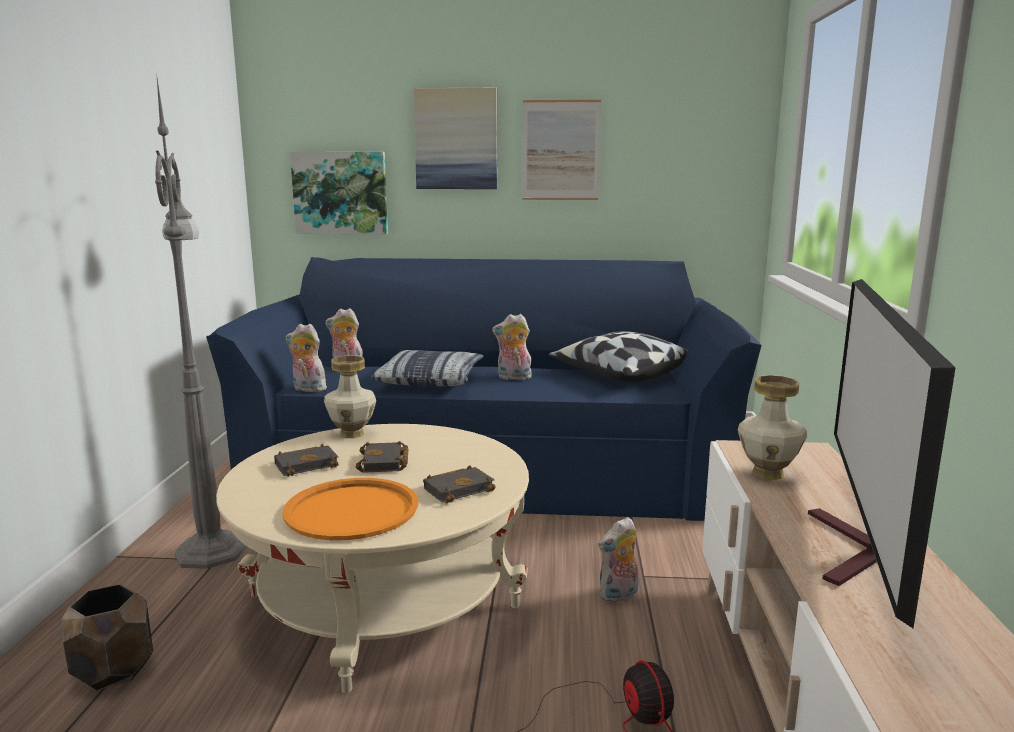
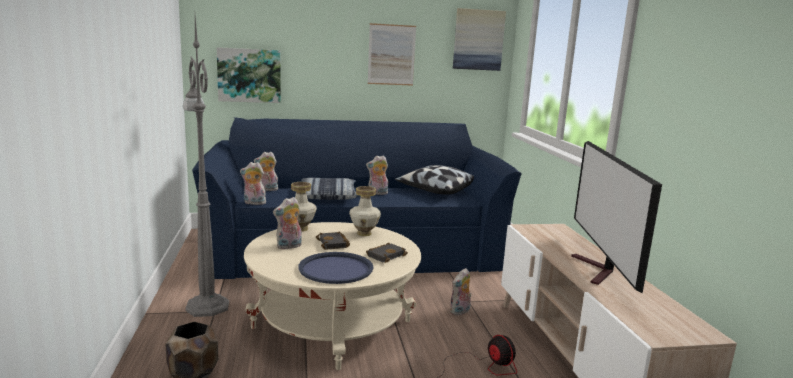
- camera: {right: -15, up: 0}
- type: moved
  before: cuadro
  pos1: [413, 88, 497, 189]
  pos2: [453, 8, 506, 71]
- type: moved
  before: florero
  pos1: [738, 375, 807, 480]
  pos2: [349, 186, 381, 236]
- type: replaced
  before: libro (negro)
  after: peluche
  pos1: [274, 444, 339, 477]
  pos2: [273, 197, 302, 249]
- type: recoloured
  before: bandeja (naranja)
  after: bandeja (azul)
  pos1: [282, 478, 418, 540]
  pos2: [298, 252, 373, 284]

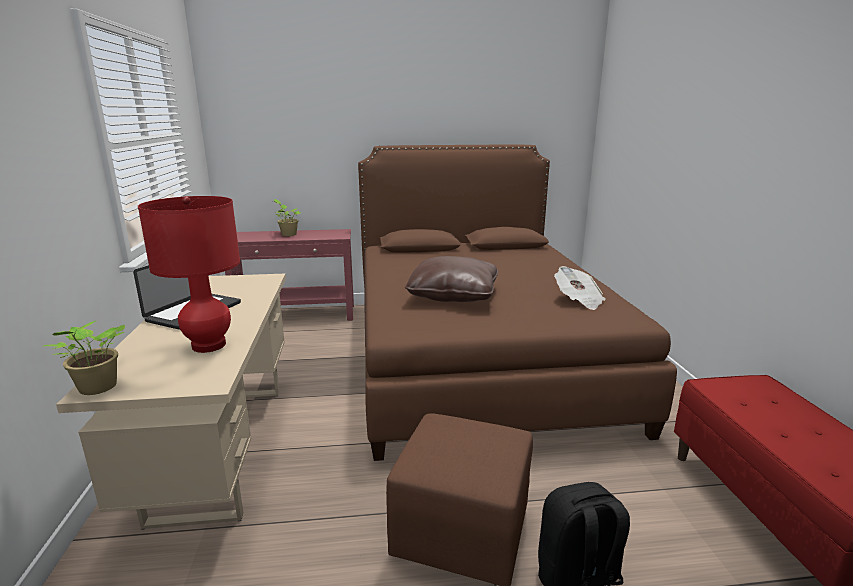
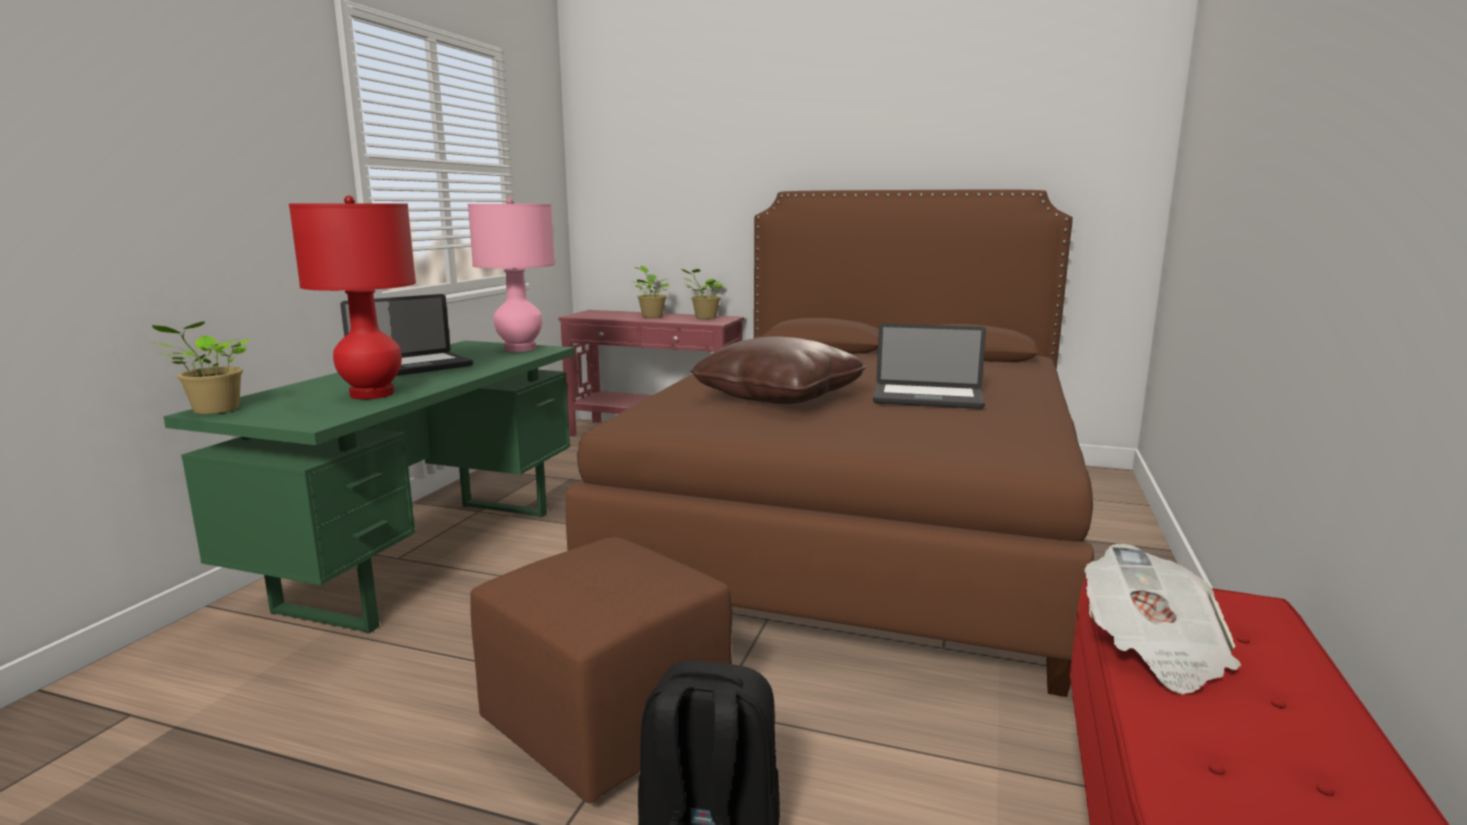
- camera: {right: 25, up: -5}
- type: added
  after: lámpara de mesa (rosa)
  pos2: [468, 198, 555, 352]
- type: added
  after: planta en maceta
  pos2: [682, 269, 723, 319]
- type: added
  after: portátil
  pos2: [873, 324, 986, 409]
- type: moved
  before: periódico
  pos1: [554, 266, 606, 310]
  pos2: [1084, 544, 1241, 695]
- type: recoloured
  before: escritorio (beis)
  after: escritorio (verde)
  pos1: [56, 274, 286, 530]
  pos2: [163, 341, 574, 634]

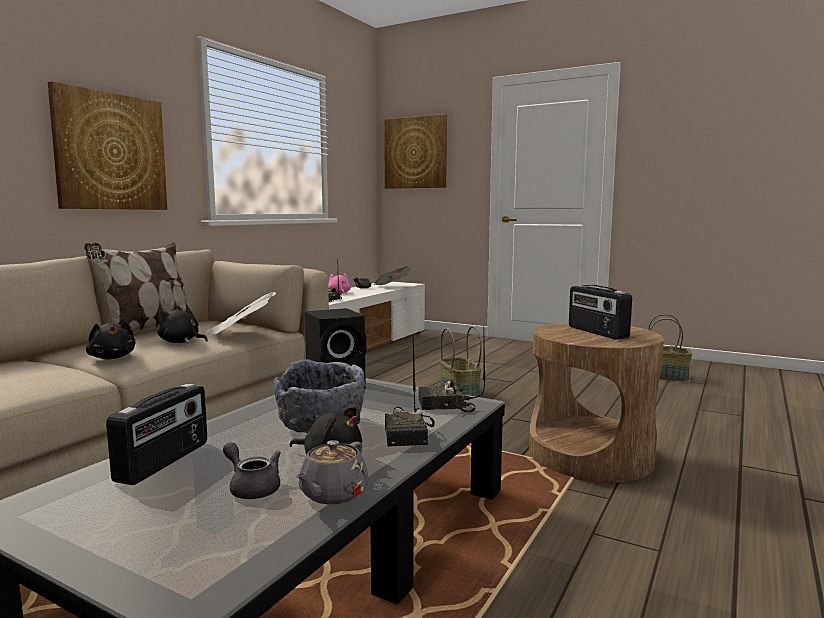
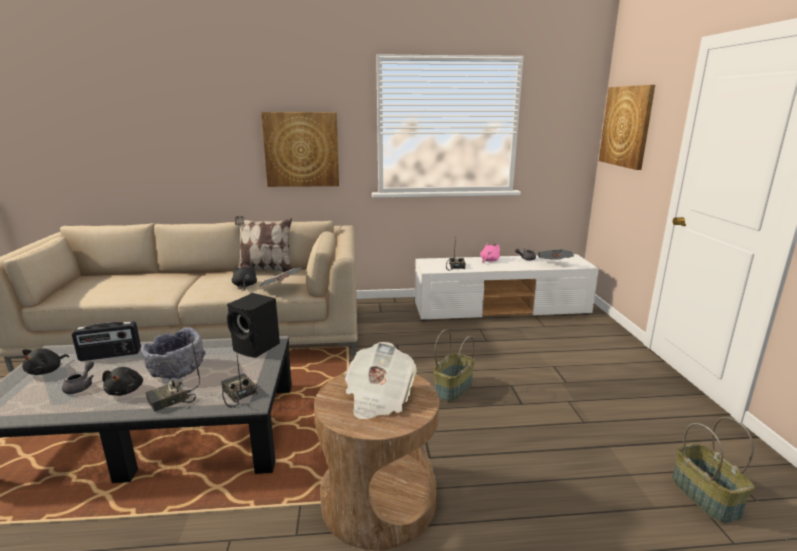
- camera: {right: 55, up: 10}
- type: removed
  before: tetera (gris)
  pos1: [296, 440, 369, 505]
- type: moved
  before: peluche (negro)
  pos1: [86, 322, 135, 359]
  pos2: [22, 348, 69, 375]
- type: replaced
  before: radio
  after: periódico
  pos1: [569, 285, 632, 340]
  pos2: [344, 342, 417, 419]

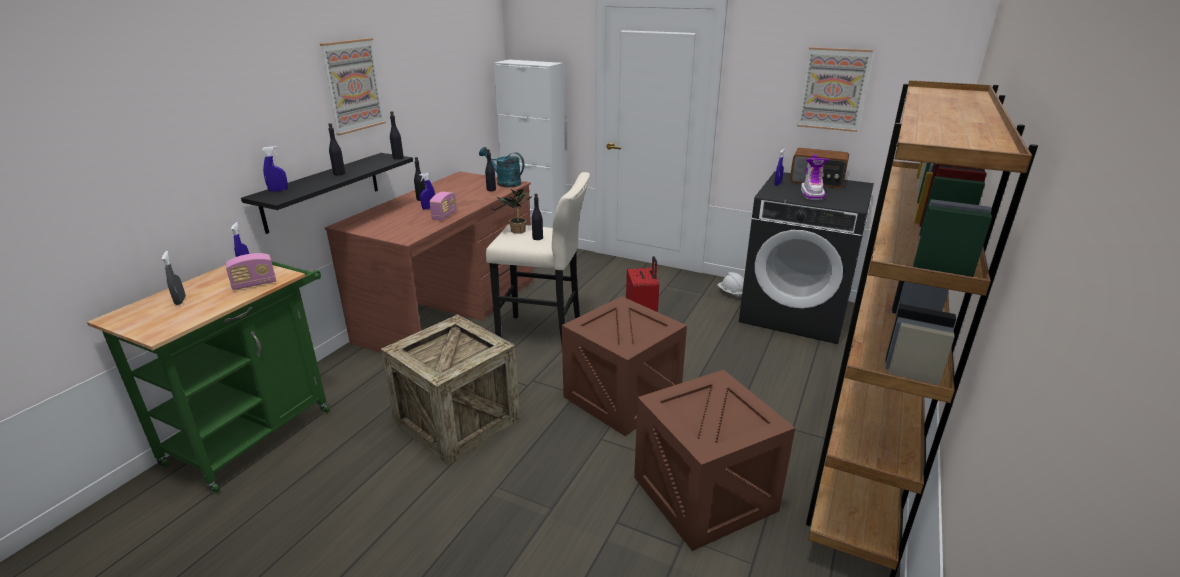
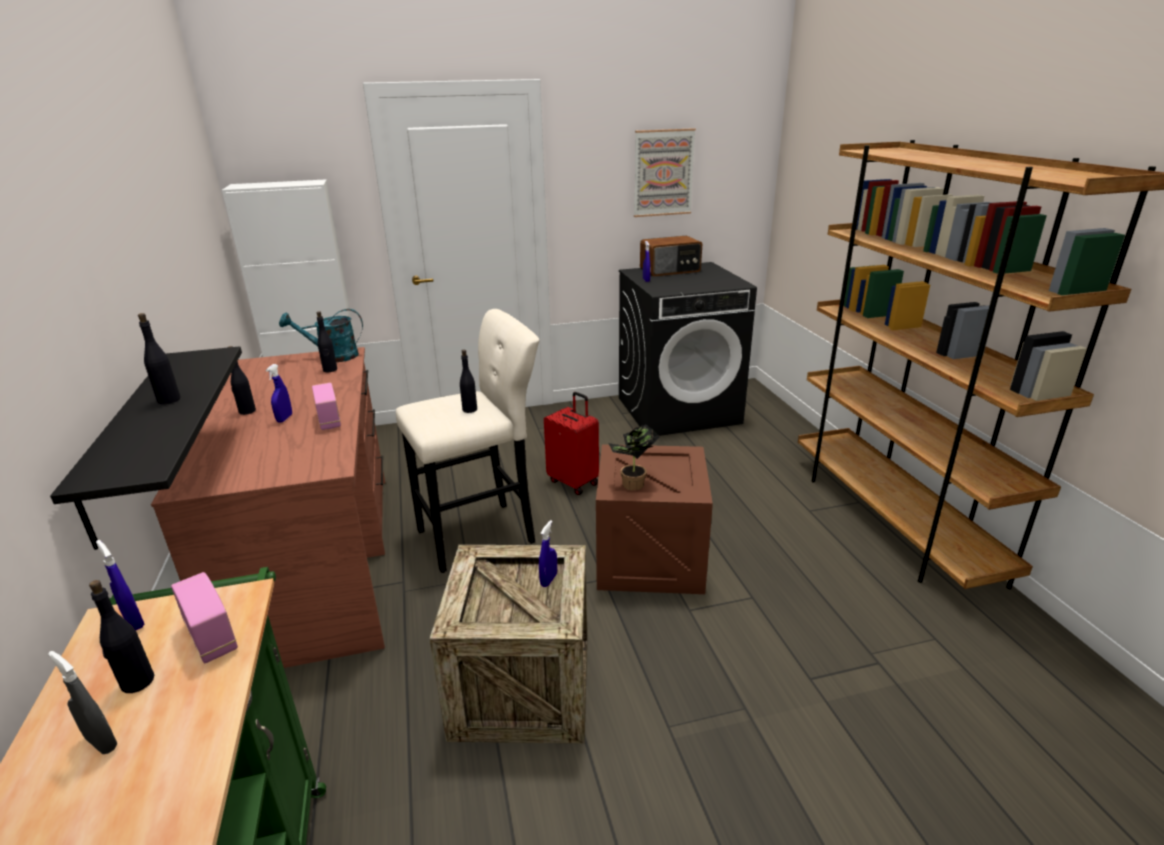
- camera: {right: -40, up: 0}
- type: removed
  before: cuadro
  pos1: [320, 38, 386, 135]
- type: removed
  before: caja de embalaje
  pos1: [634, 370, 795, 551]
- type: removed
  before: casco (blanco)
  pos1: [717, 272, 744, 298]
- type: removed
  before: bota
  pos1: [801, 154, 829, 200]
- type: moved
  before: pulverizador (azul)
  pos1: [262, 146, 288, 192]
  pos2: [539, 520, 557, 587]
- type: moved
  before: botella (negro)
  pos1: [390, 111, 404, 160]
  pos2: [89, 580, 154, 693]
- type: moved
  before: planta en maceta
  pos1: [496, 189, 532, 234]
  pos2: [608, 424, 659, 491]
- type: turned
  before: radio
  pos1: [226, 253, 276, 290]
  pos2: [171, 572, 238, 663]
  turn: -60

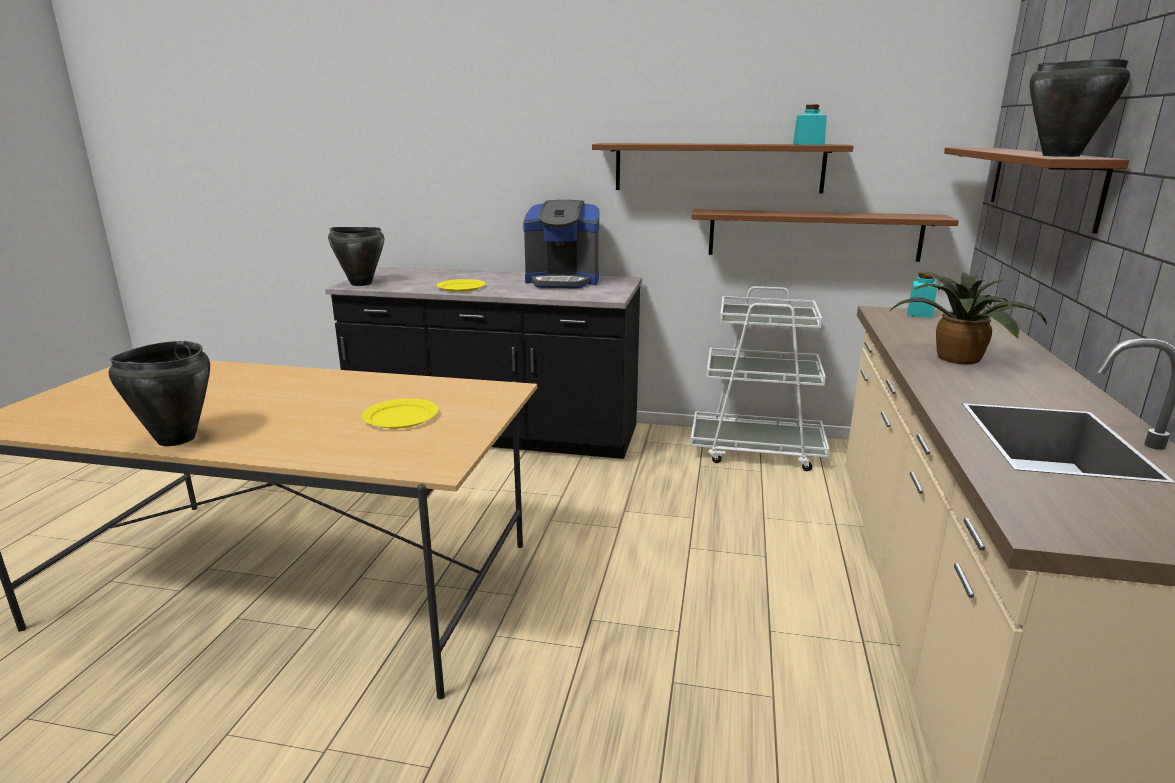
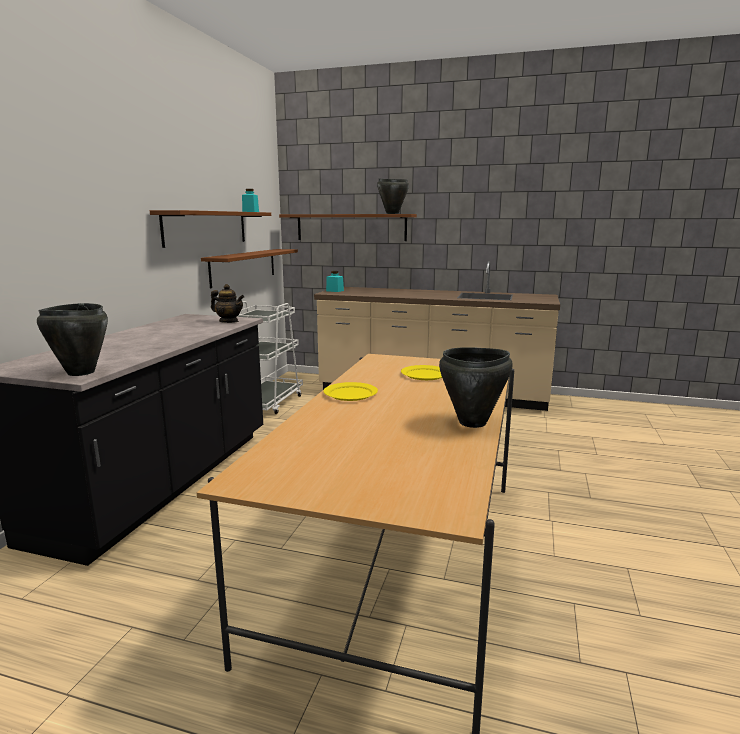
- camera: {right: -85, up: -5}
- type: removed
  before: cafetera
  pos1: [523, 200, 599, 288]
- type: removed
  before: planta en maceta
  pos1: [888, 273, 1047, 364]
- type: added
  after: tetera
  pos2: [211, 284, 244, 323]
- type: moved
  before: plato (amarillo)
  pos1: [436, 279, 486, 292]
  pos2: [324, 382, 378, 401]

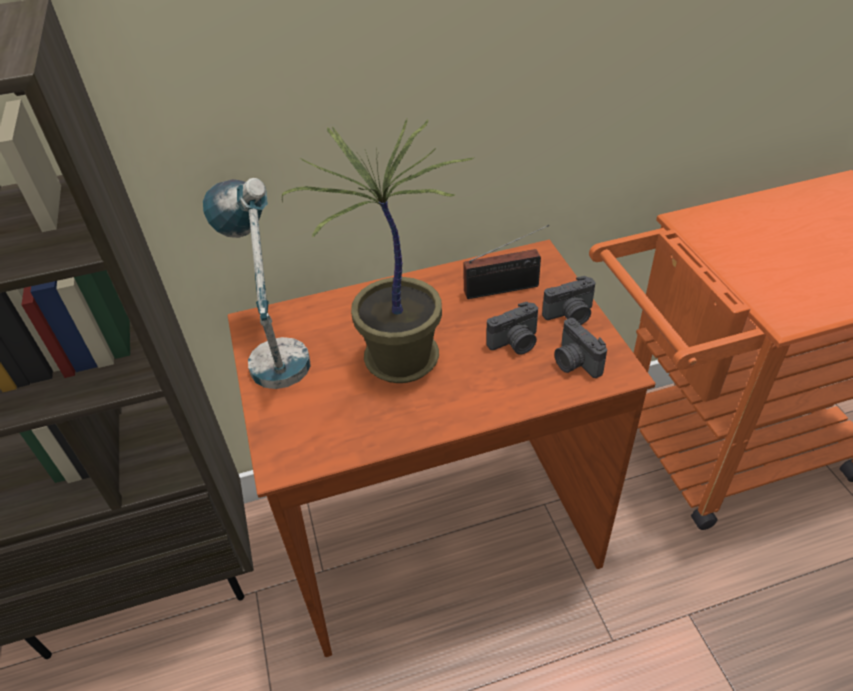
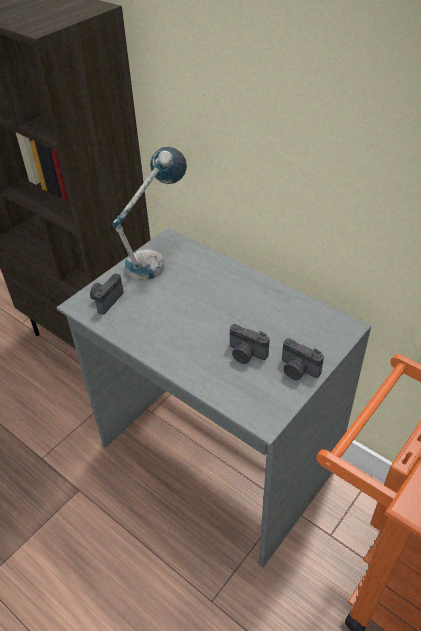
- camera: {right: 55, up: 0}
- type: removed
  before: planta en maceta
  pos1: [282, 119, 473, 383]
- type: removed
  before: radio
  pos1: [463, 225, 549, 299]
- type: moved
  before: cámara
  pos1: [554, 318, 607, 378]
  pos2: [90, 273, 124, 315]
- type: recoloured
  before: escritorio (marrón)
  after: escritorio (gris)
  pos1: [228, 240, 656, 657]
  pos2: [57, 228, 371, 568]

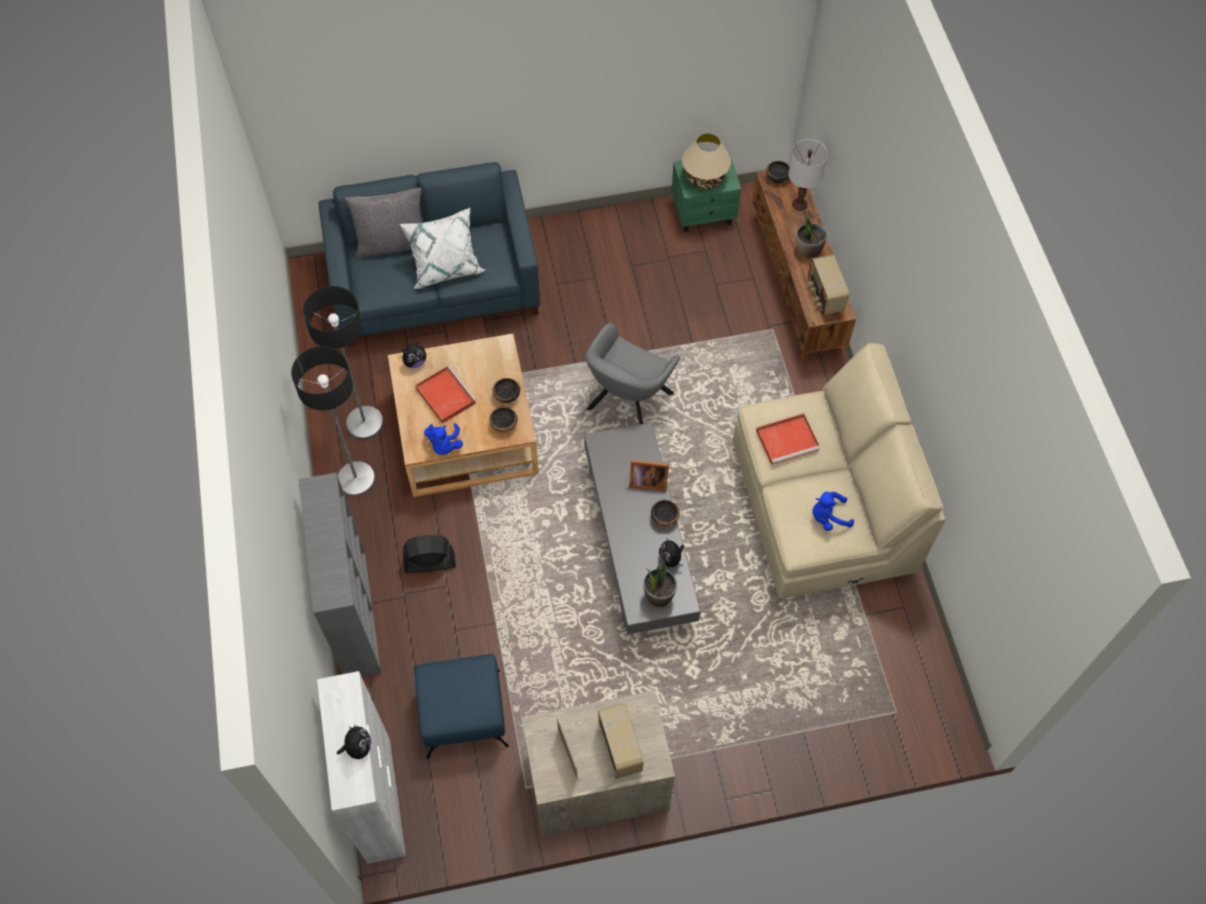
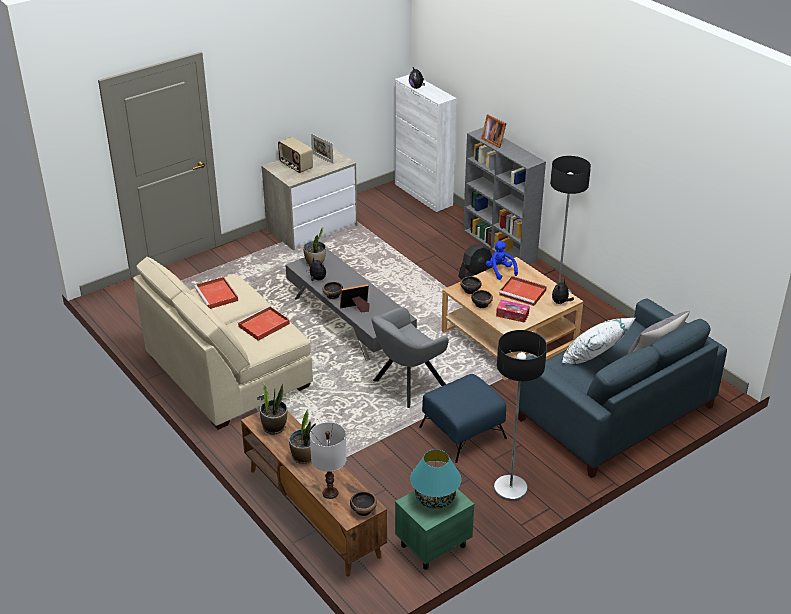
- camera: {right: 155, up: -25}
- type: added
  after: portarretratos
  pos2: [481, 114, 507, 148]
- type: added
  after: caja de pañuelos
  pos2: [496, 300, 530, 323]
- type: moved
  before: lámpara de pie
  pos1: [303, 286, 383, 439]
  pos2: [494, 330, 547, 501]
- type: moved
  before: puf (azul)
  pos1: [415, 654, 509, 759]
  pos2: [419, 374, 507, 463]
- type: replaced
  before: radio
  after: planta en maceta
  pos1: [808, 255, 849, 315]
  pos2: [260, 382, 287, 434]
- type: replaced
  before: peluche (azul)
  after: bandeja (rojo)
  pos1: [812, 492, 854, 531]
  pos2: [194, 277, 238, 309]
- type: recoloured
  before: lámpara de mesa (beis)
  after: lámpara de mesa (turquesa)
  pos1: [682, 133, 731, 189]
  pos2: [410, 449, 461, 509]
- type: turned
  before: sillón (gris)
  pos1: [585, 323, 680, 424]
  pos2: [371, 307, 449, 408]
  turn: -135

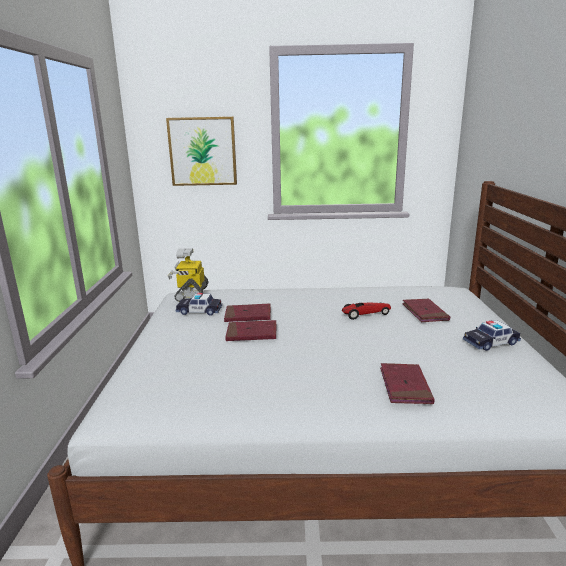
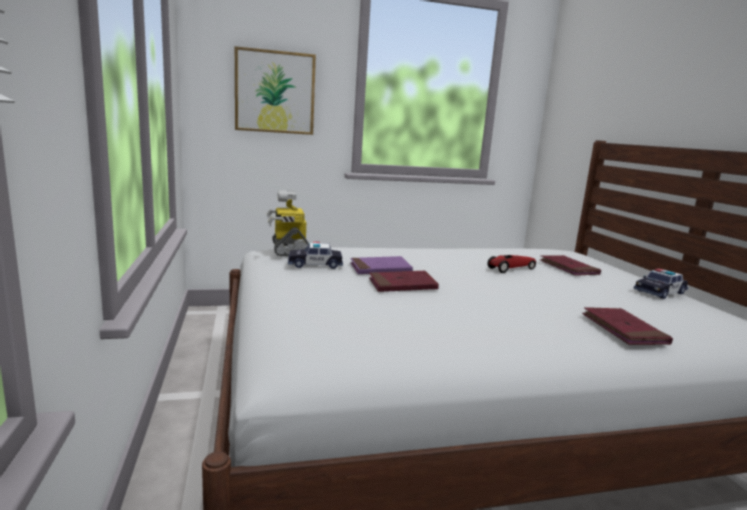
- camera: {right: -15, up: -5}
- type: recoloured
  before: libro (rojo)
  after: libro (morado)
  pos1: [224, 303, 271, 322]
  pos2: [350, 256, 413, 274]

